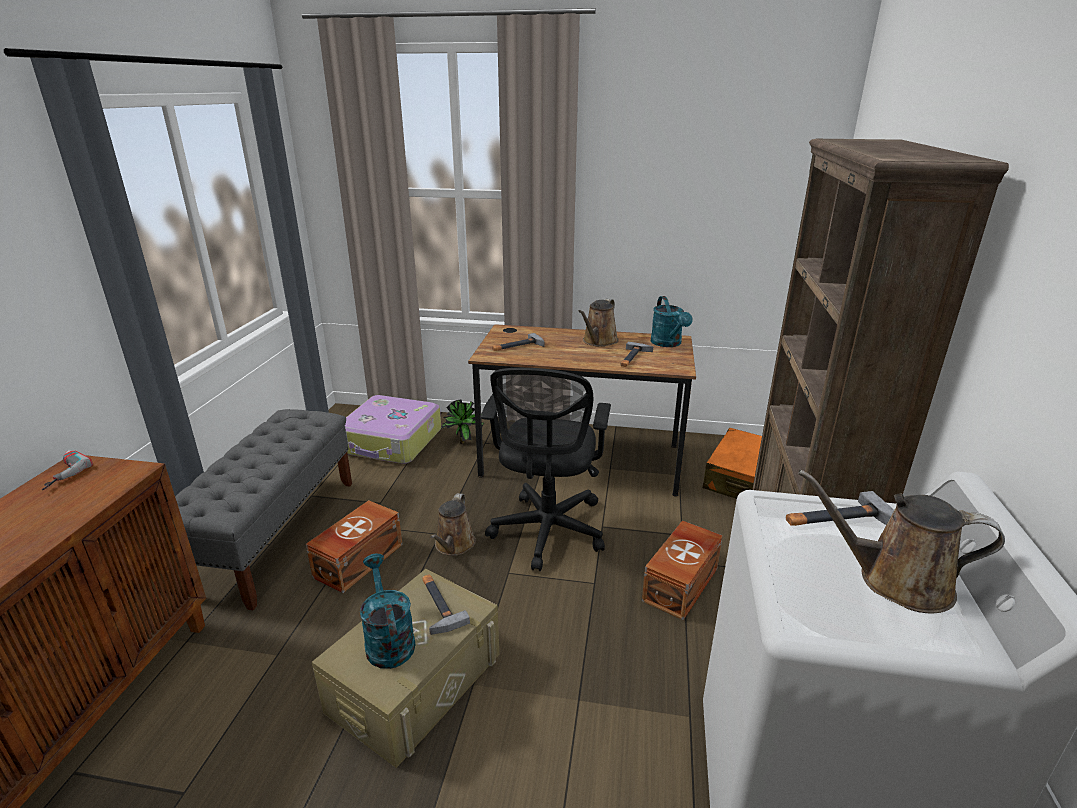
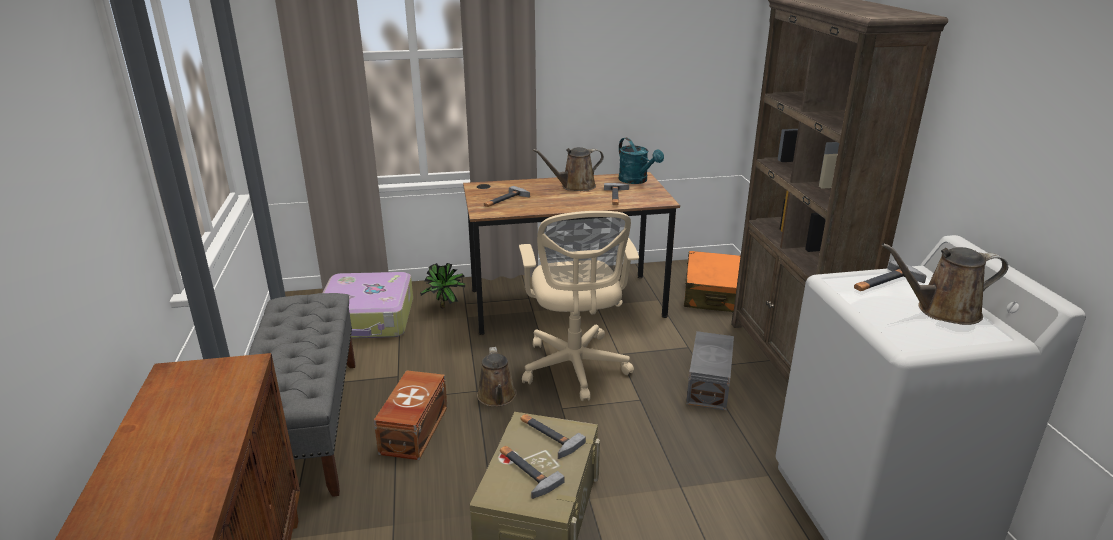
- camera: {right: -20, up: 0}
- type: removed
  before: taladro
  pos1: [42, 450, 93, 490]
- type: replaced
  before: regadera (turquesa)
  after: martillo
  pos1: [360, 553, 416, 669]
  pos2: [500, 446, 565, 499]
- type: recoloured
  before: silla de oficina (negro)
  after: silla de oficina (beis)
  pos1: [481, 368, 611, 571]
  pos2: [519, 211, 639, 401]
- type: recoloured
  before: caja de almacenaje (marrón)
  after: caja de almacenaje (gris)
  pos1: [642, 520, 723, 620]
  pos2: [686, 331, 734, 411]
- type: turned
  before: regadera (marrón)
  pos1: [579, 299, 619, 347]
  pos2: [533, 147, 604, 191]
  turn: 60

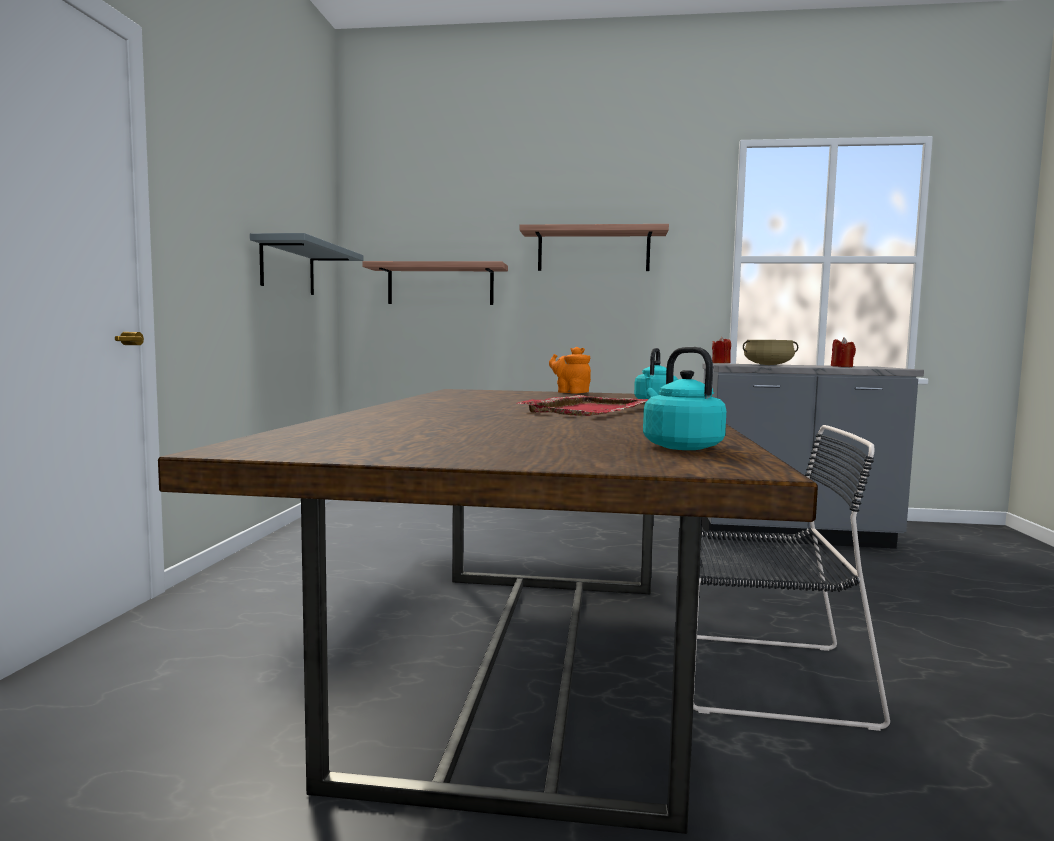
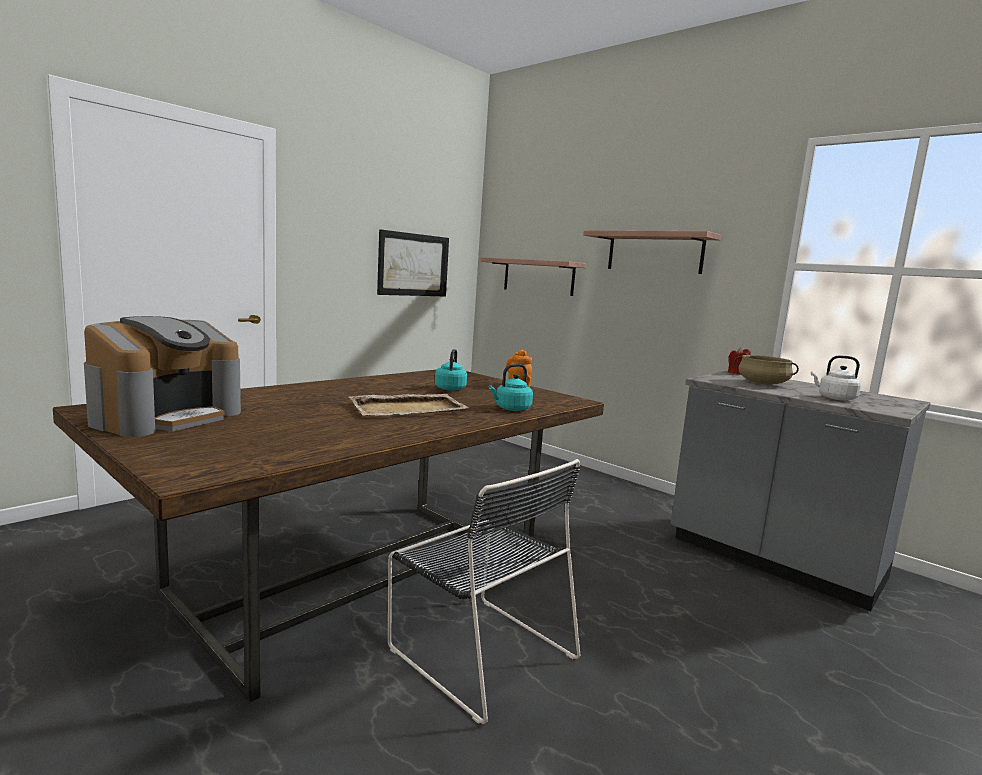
- camera: {right: 35, up: 5}
- type: added
  after: cafetera
  pos2: [84, 316, 241, 437]
- type: moved
  before: hervidor (turquesa)
  pos1: [643, 347, 726, 450]
  pos2: [435, 349, 467, 391]
- type: replaced
  before: estante (gris)
  after: cuadro
  pos1: [250, 233, 363, 295]
  pos2: [377, 230, 449, 296]
- type: replaced
  before: vela (rojo)
  after: hervidor (blanco)
  pos1: [831, 337, 856, 367]
  pos2: [811, 356, 861, 401]
- type: recoloured
  before: bandeja (rojo)
  after: bandeja (beis)
  pos1: [517, 395, 648, 416]
  pos2: [349, 394, 469, 416]

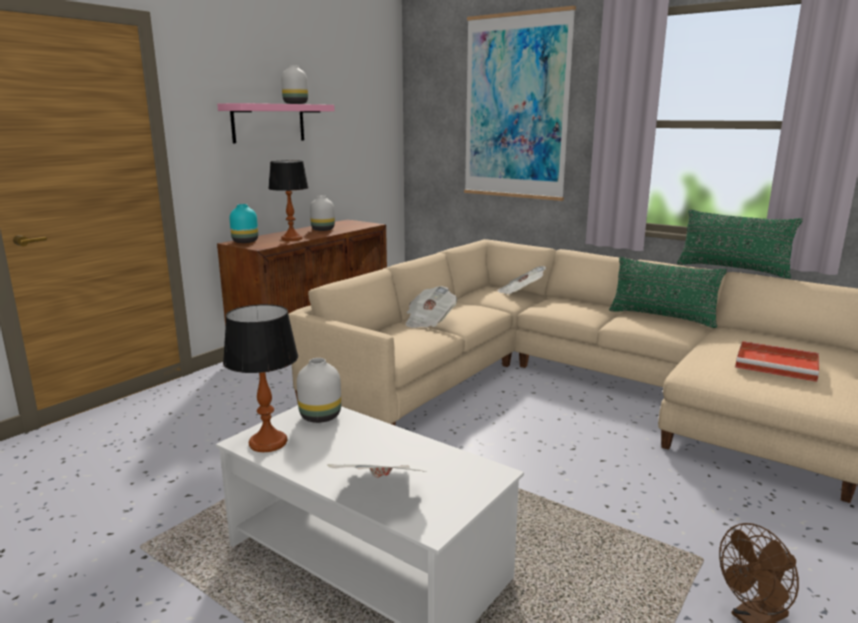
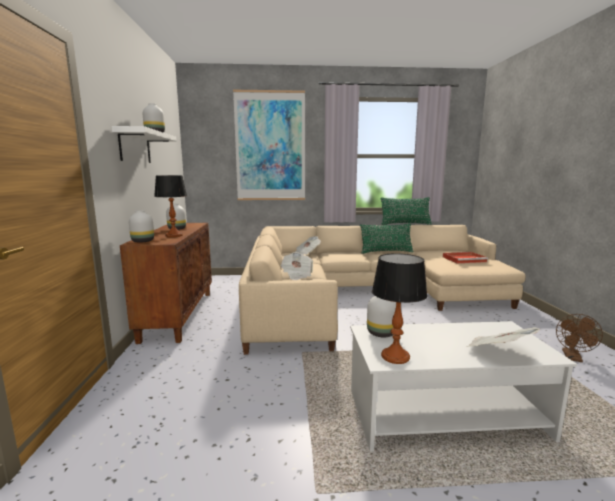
- camera: {right: -40, up: -5}
- type: recoloured
  before: estante (rosa)
  after: estante (blanco)
  pos1: [217, 103, 335, 143]
  pos2: [111, 126, 177, 163]
- type: recoloured
  before: florero (turquesa)
  after: florero (blanco)
  pos1: [230, 204, 258, 243]
  pos2: [129, 210, 154, 243]

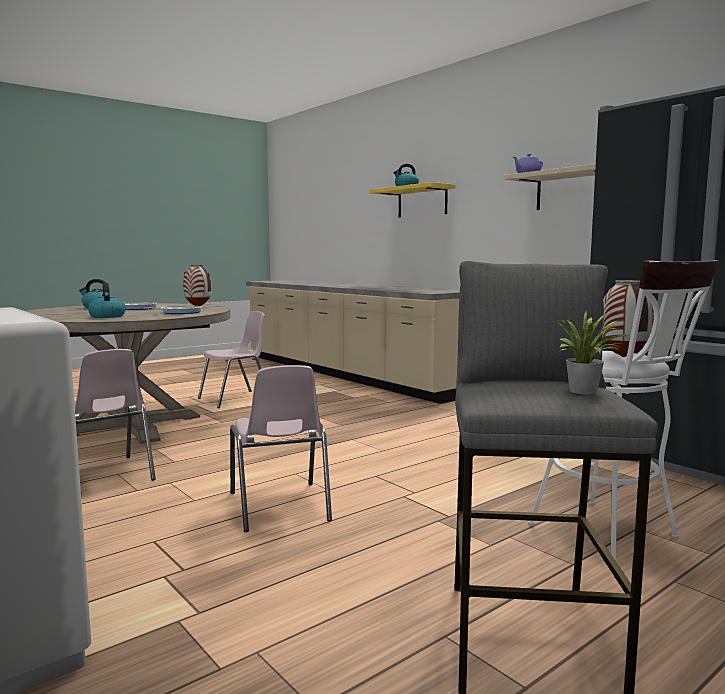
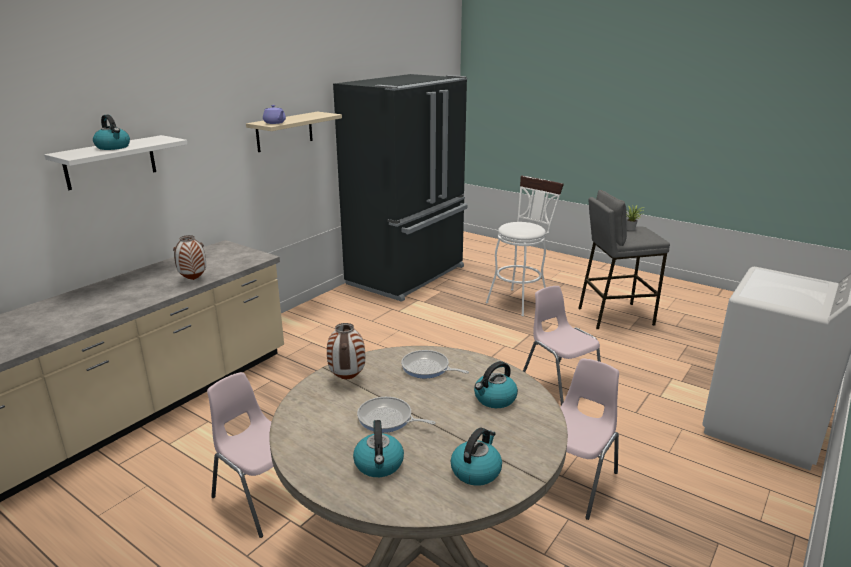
- camera: {right: -105, up: 15}
- type: added
  after: hervidor
  pos2: [451, 427, 502, 486]
- type: moved
  before: florero
  pos1: [602, 280, 654, 357]
  pos2: [173, 235, 206, 280]
- type: recoloured
  before: estante (amarillo)
  after: estante (blanco)
  pos1: [369, 182, 455, 218]
  pos2: [44, 135, 187, 190]
- type: turned
  before: silla (rosa)
  pos1: [230, 365, 332, 532]
  pos2: [523, 286, 601, 405]
  turn: -90

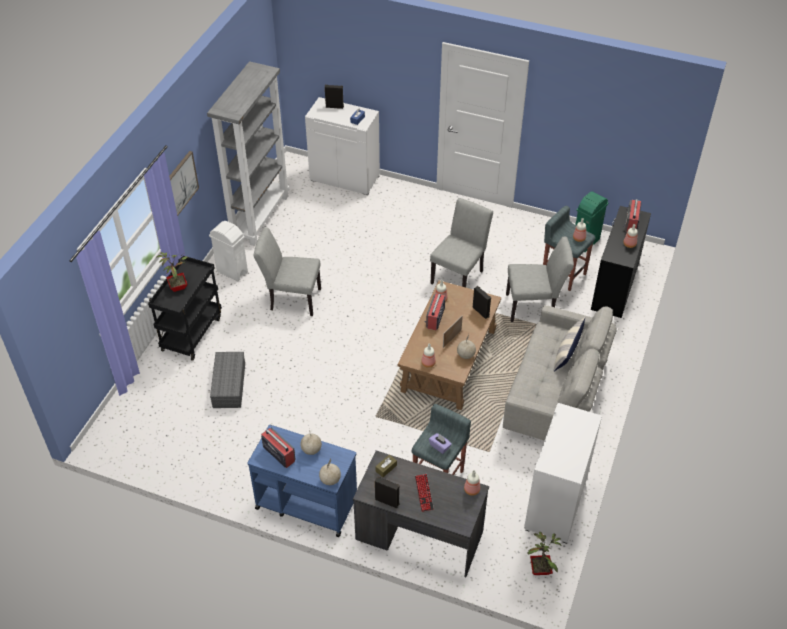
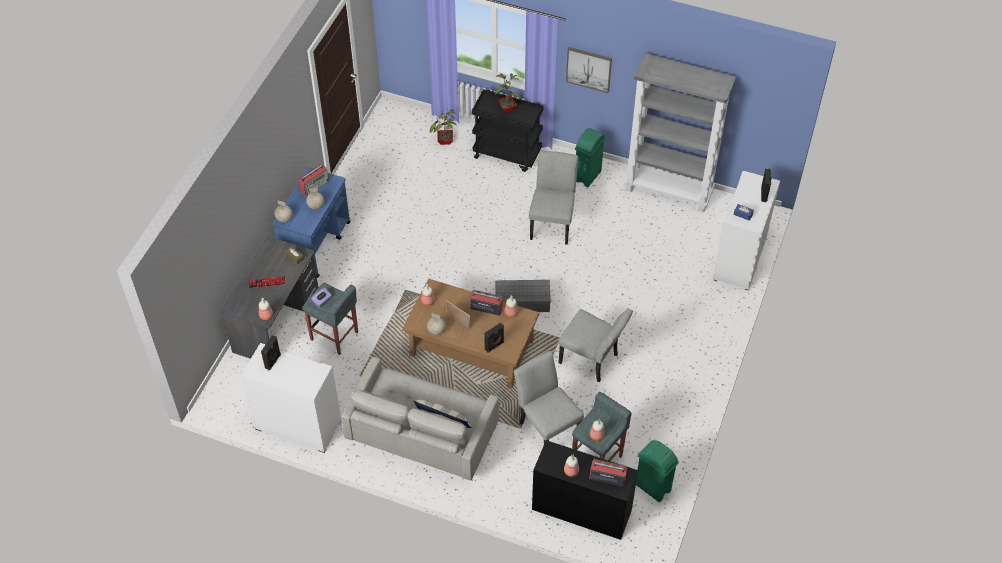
- camera: {right: 90, up: 5}
- type: moved
  before: caja de almacenaje (gris)
  pos1: [210, 352, 245, 408]
  pos2: [495, 280, 551, 312]
- type: moved
  before: altavoz (negro)
  pos1: [375, 476, 400, 508]
  pos2: [261, 335, 281, 371]
- type: moved
  before: planta en maceta
  pos1: [527, 532, 562, 575]
  pos2: [430, 109, 456, 145]
- type: recoloured
  before: papelera (blanco)
  after: papelera (verde)
  pos1: [209, 221, 248, 282]
  pos2: [575, 128, 606, 187]
- type: turned
  before: silla (gris)
  pos1: [506, 237, 574, 322]
  pos2: [514, 351, 584, 444]
  turn: 150

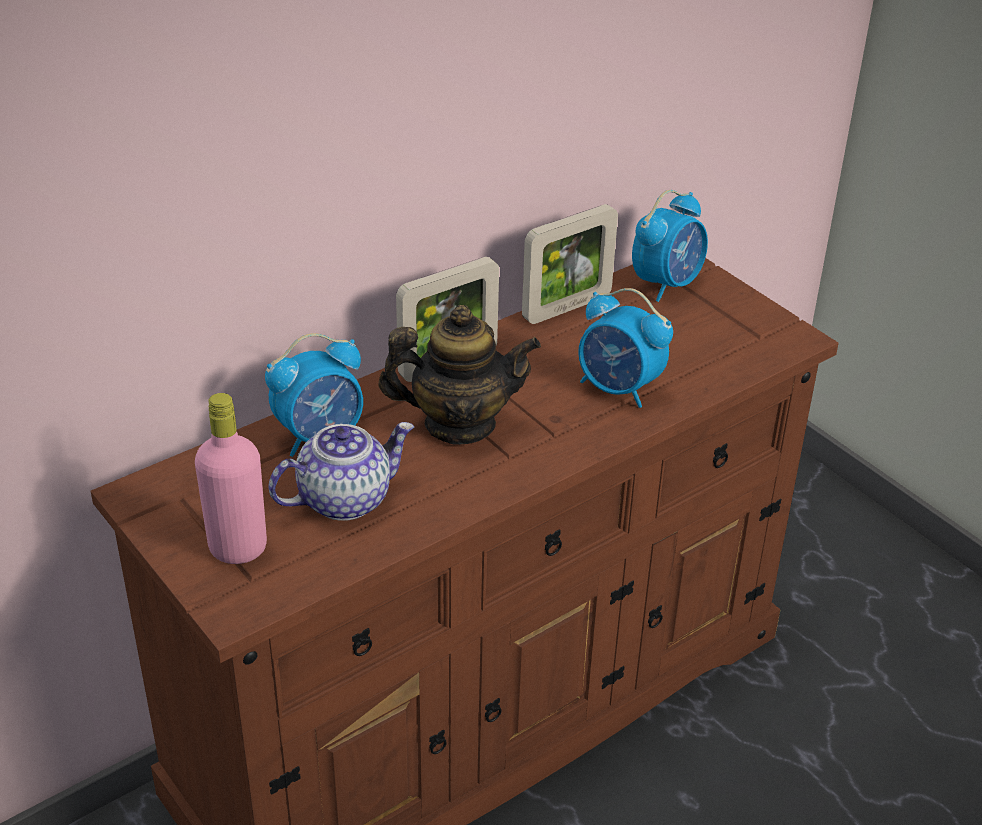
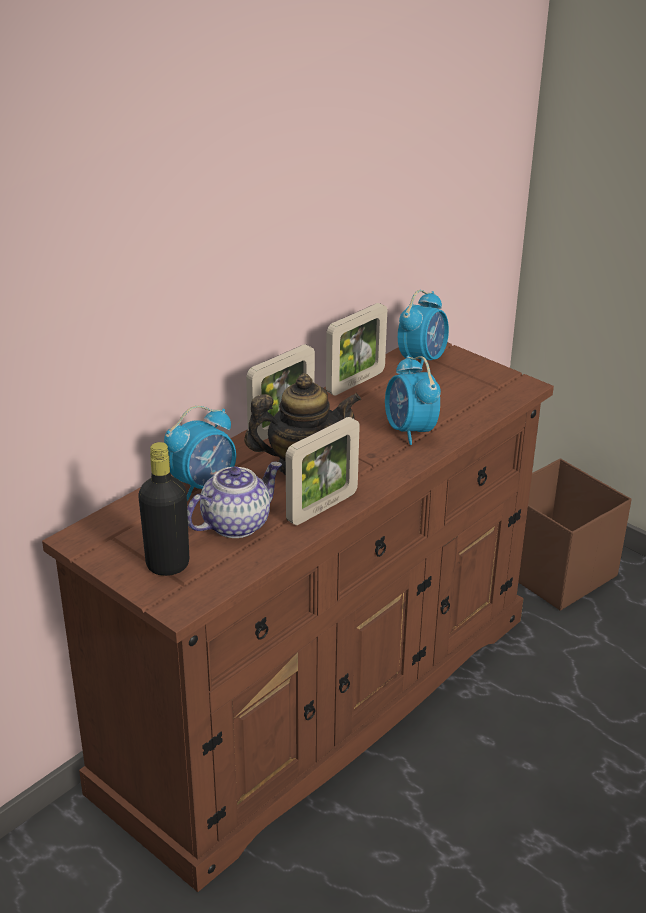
- camera: {right: -10, up: -5}
- type: added
  after: portarretratos
  pos2: [286, 417, 360, 525]
- type: added
  after: caja de almacenaje (marrón)
  pos2: [518, 459, 632, 611]
- type: recoloured
  before: botella (rosa)
  after: botella (negro)
  pos1: [195, 393, 267, 564]
  pos2: [138, 442, 189, 576]
- type: turned
  before: despertador
  pos1: [578, 288, 673, 408]
  pos2: [385, 356, 441, 445]
  turn: 45

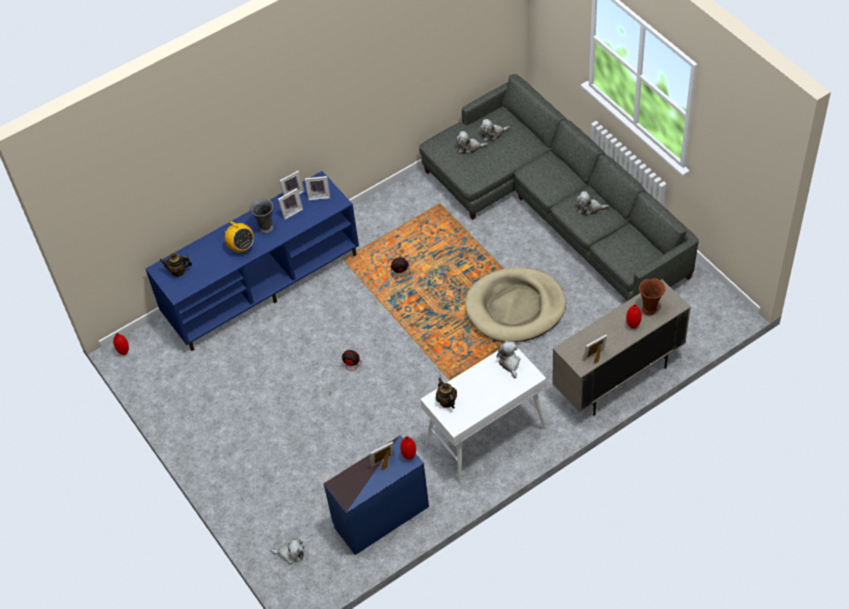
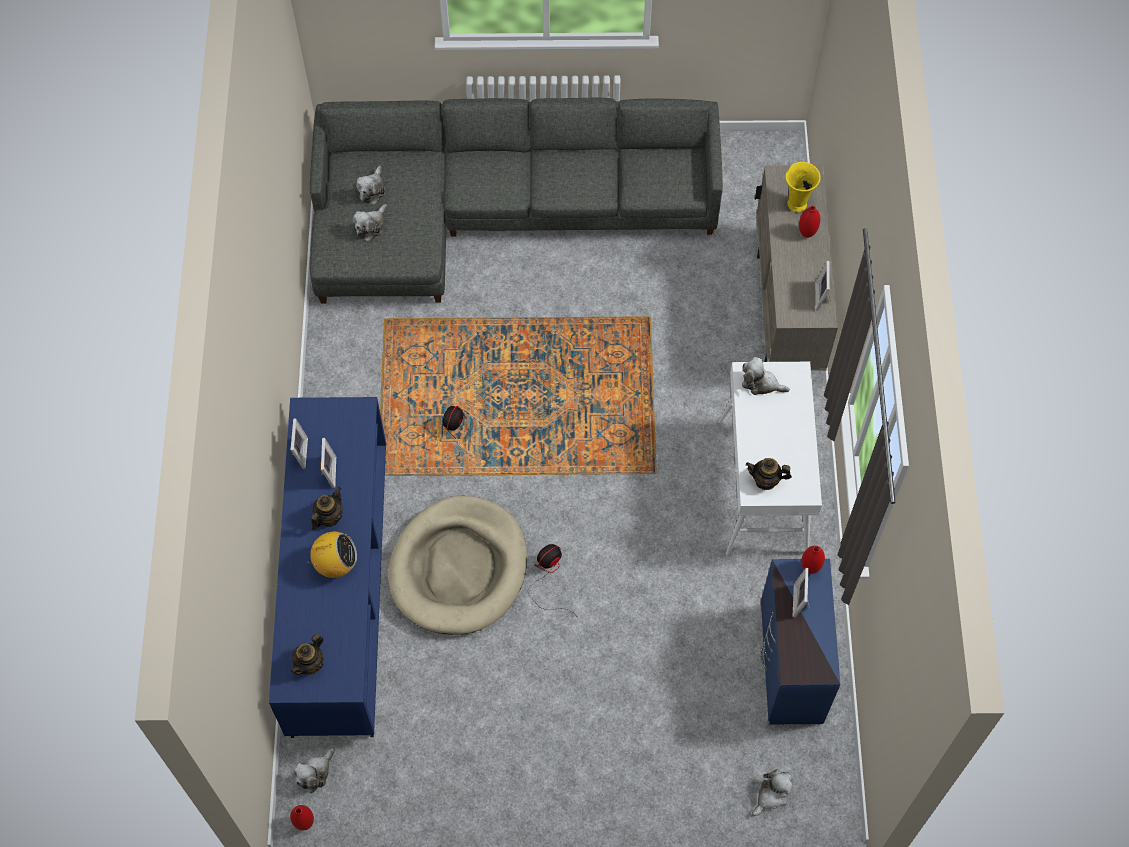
- camera: {right: -60, up: 10}
- type: removed
  before: portarretratos
  pos1: [305, 176, 330, 200]
- type: moved
  before: cama para perro (beis)
  pos1: [465, 267, 566, 342]
  pos2: [388, 496, 527, 634]
- type: moved
  before: peluche
  pos1: [576, 191, 609, 216]
  pos2: [294, 748, 335, 793]
- type: replaced
  before: florero (gris)
  after: tetera
  pos1: [249, 198, 274, 234]
  pos2: [311, 487, 343, 530]
- type: recoloured
  before: florero (marrón)
  after: florero (amarillo)
  pos1: [639, 278, 666, 315]
  pos2: [785, 162, 821, 213]

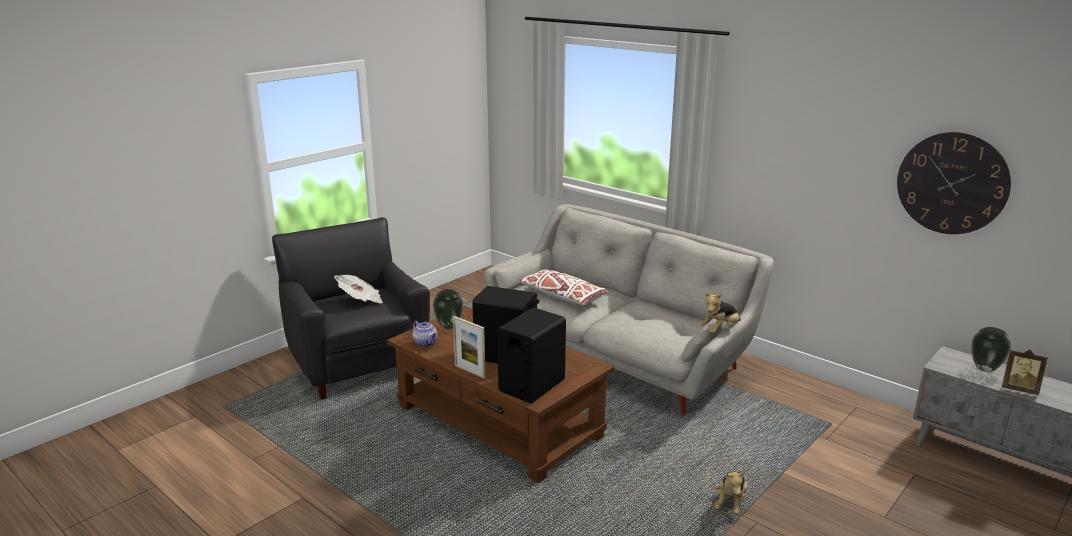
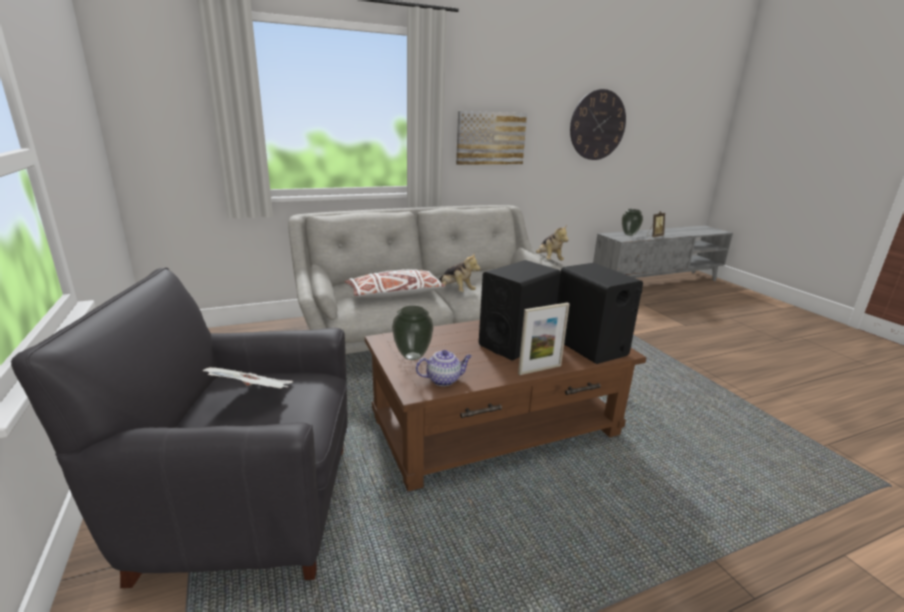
- camera: {right: -65, up: 0}
- type: added
  after: cuadro
  pos2: [456, 111, 527, 165]
- type: moved
  before: peluche
  pos1: [714, 471, 748, 515]
  pos2: [439, 252, 481, 292]

